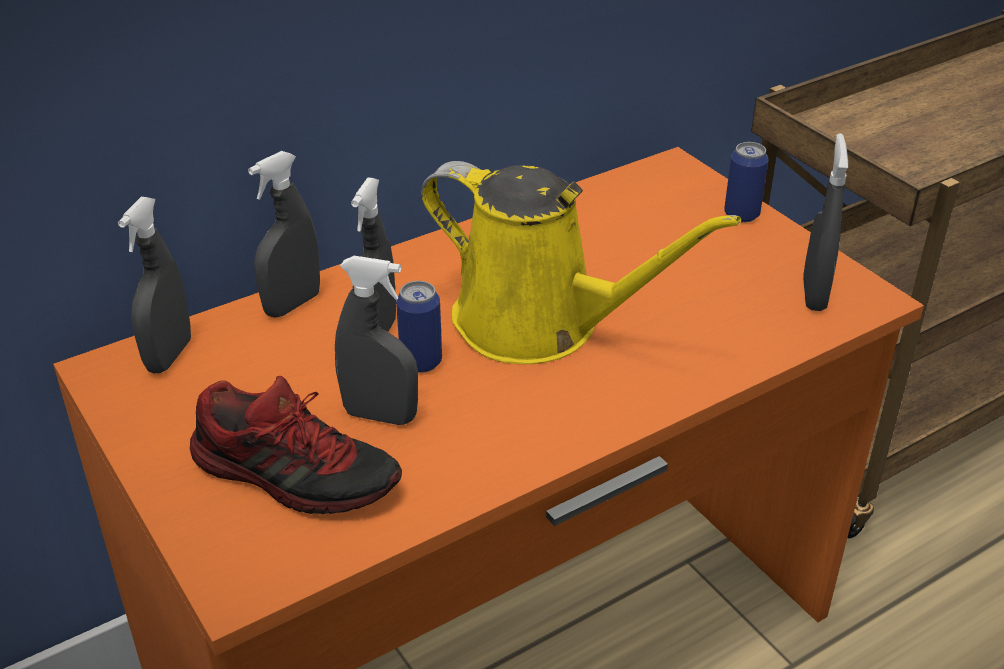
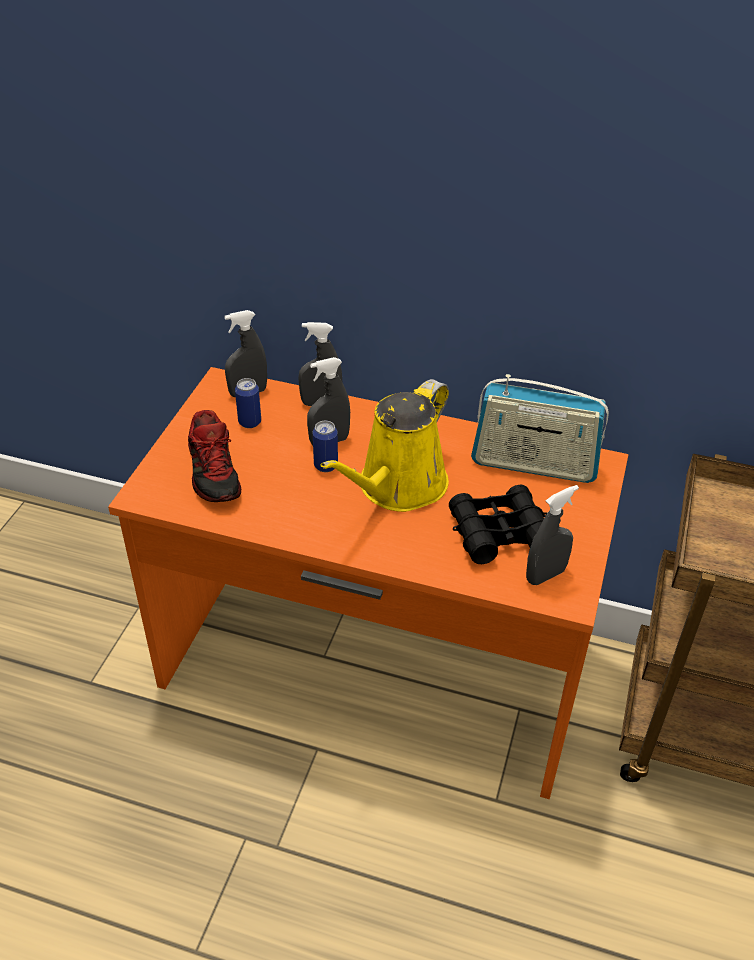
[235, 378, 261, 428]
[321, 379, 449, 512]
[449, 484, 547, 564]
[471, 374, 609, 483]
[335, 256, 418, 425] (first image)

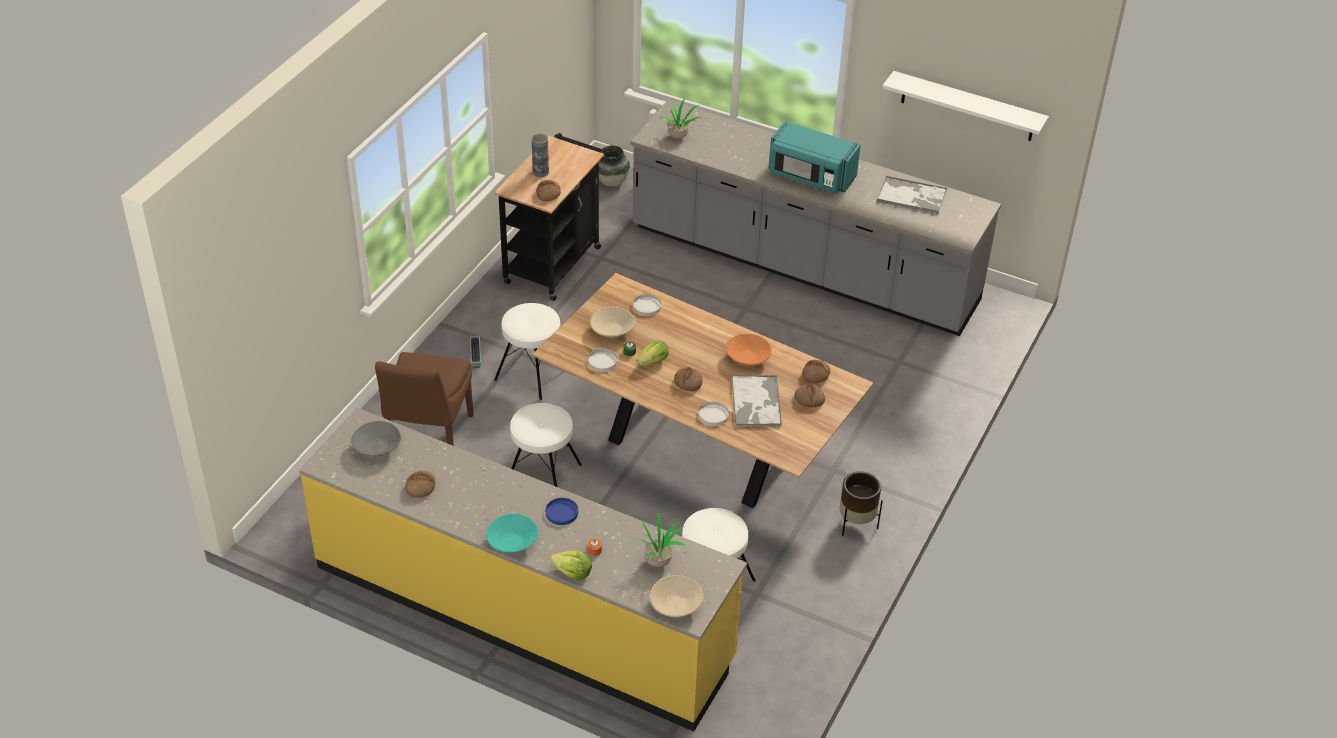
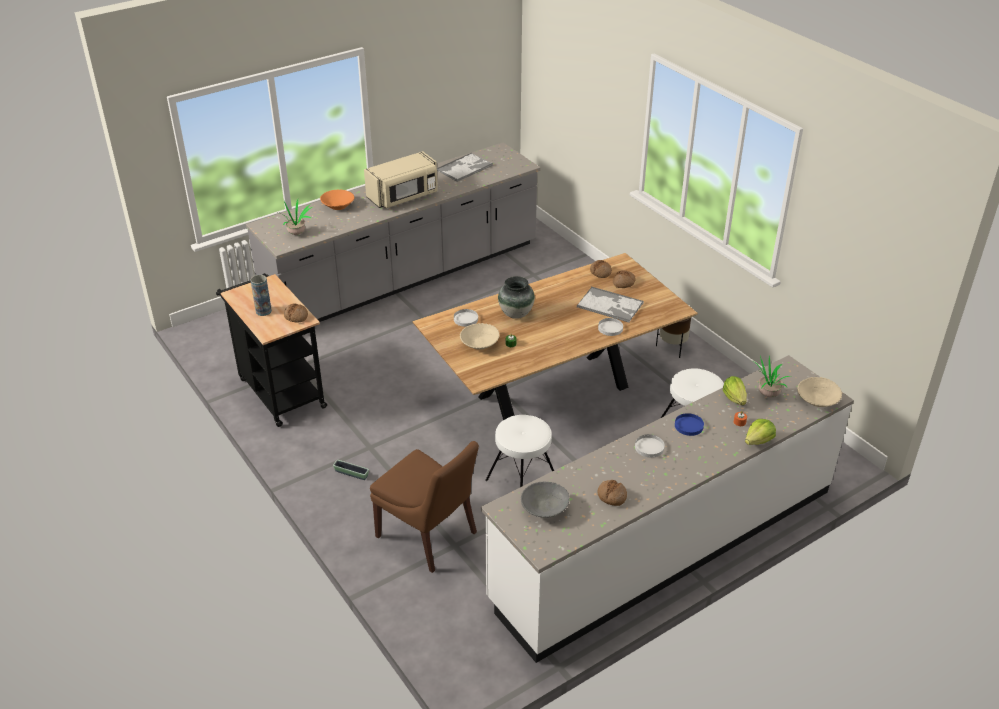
[320, 189, 355, 210]
[364, 151, 438, 208]
[481, 355, 854, 663]
[498, 276, 535, 319]
[635, 434, 665, 458]
[723, 376, 747, 405]
[486, 513, 539, 553] (first image)
[494, 303, 561, 401] (first image)
[674, 367, 703, 391] (first image)
[882, 71, 1049, 141] (first image)

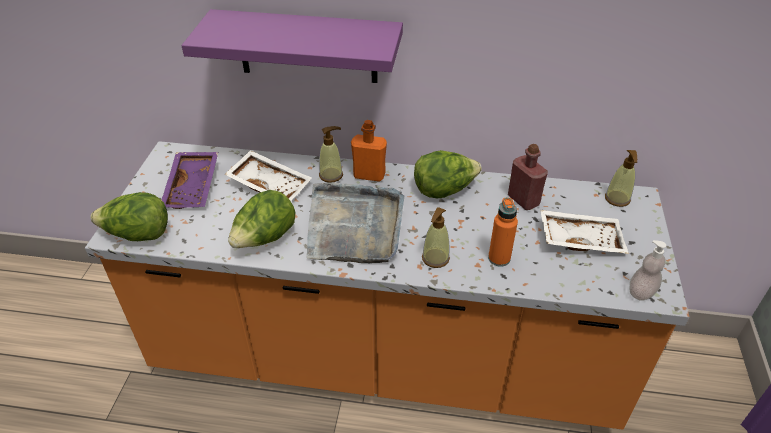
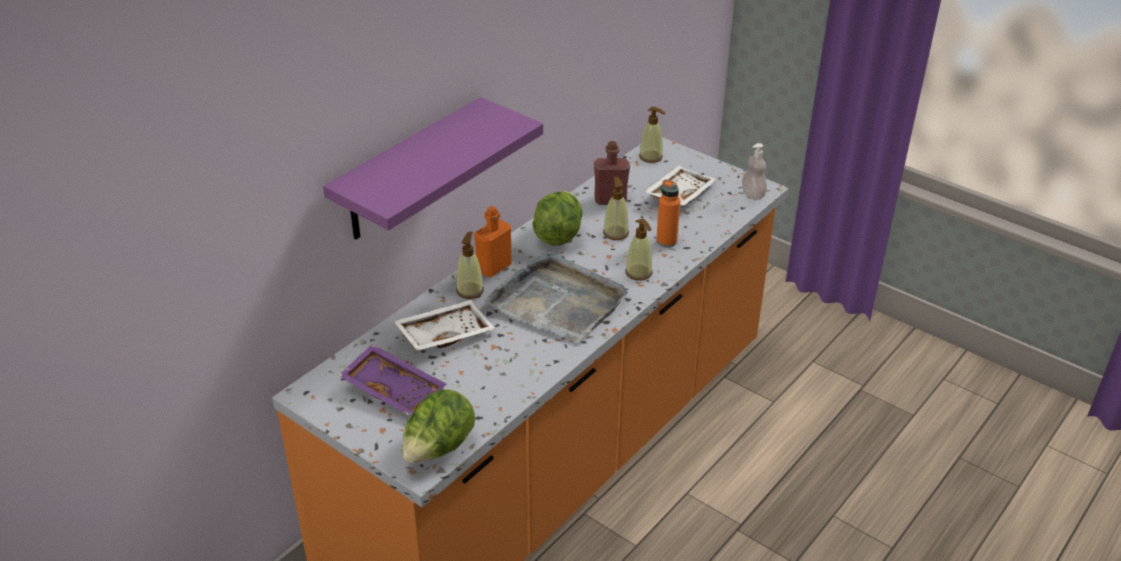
[603, 176, 629, 240]
[228, 190, 295, 248] (first image)

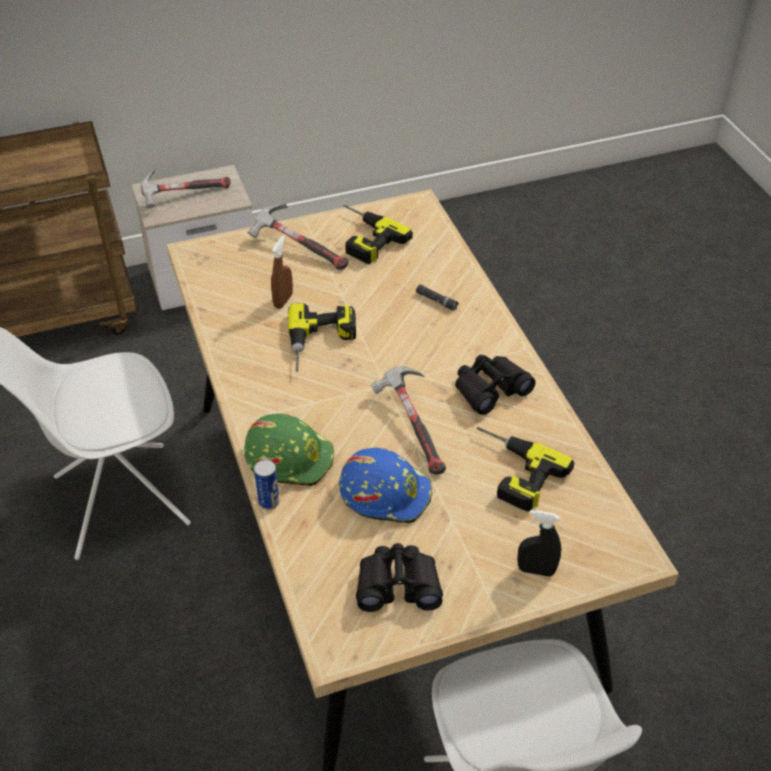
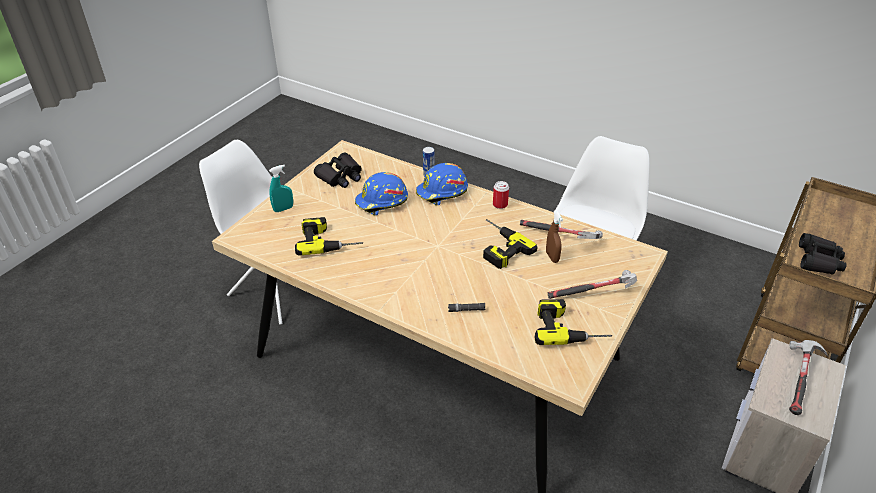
[269, 165, 293, 212]
[416, 163, 468, 206]
[493, 181, 509, 209]
[520, 220, 603, 239]
[799, 233, 847, 275]

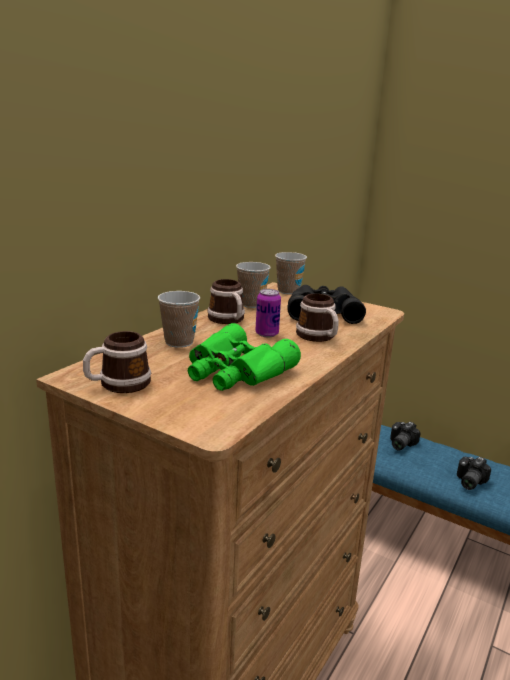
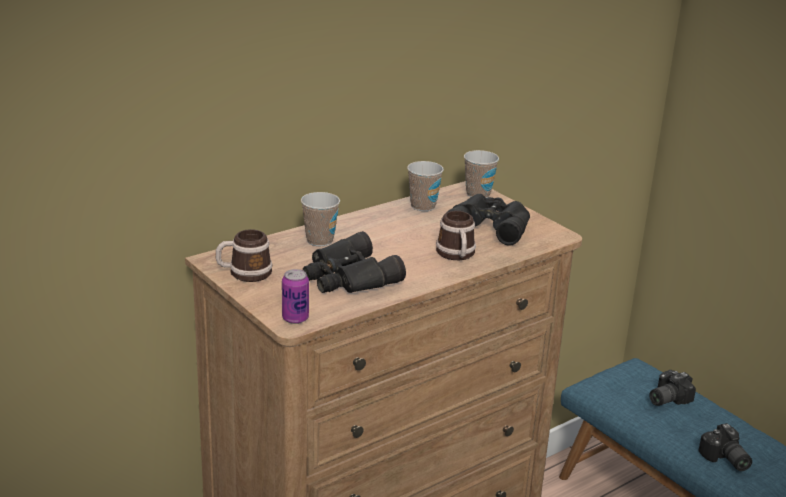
[282, 269, 309, 324]
[303, 231, 406, 293]
[698, 423, 752, 471]
[207, 279, 245, 324] (first image)

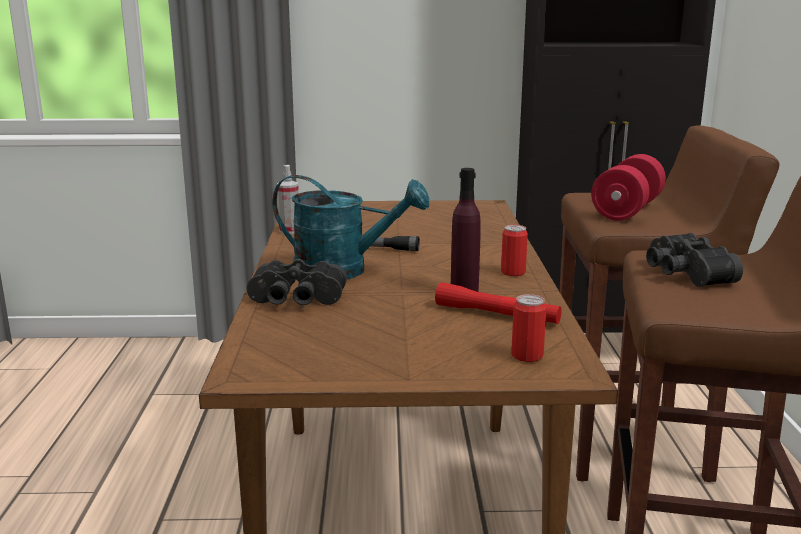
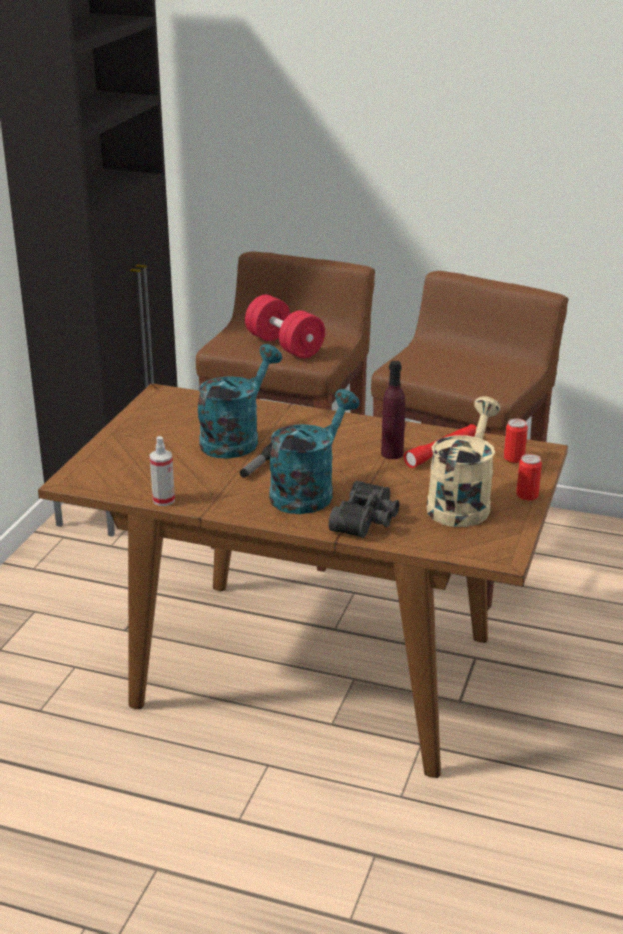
[198, 344, 282, 459]
[427, 396, 501, 527]
[516, 454, 542, 501]
[646, 233, 743, 287] (first image)

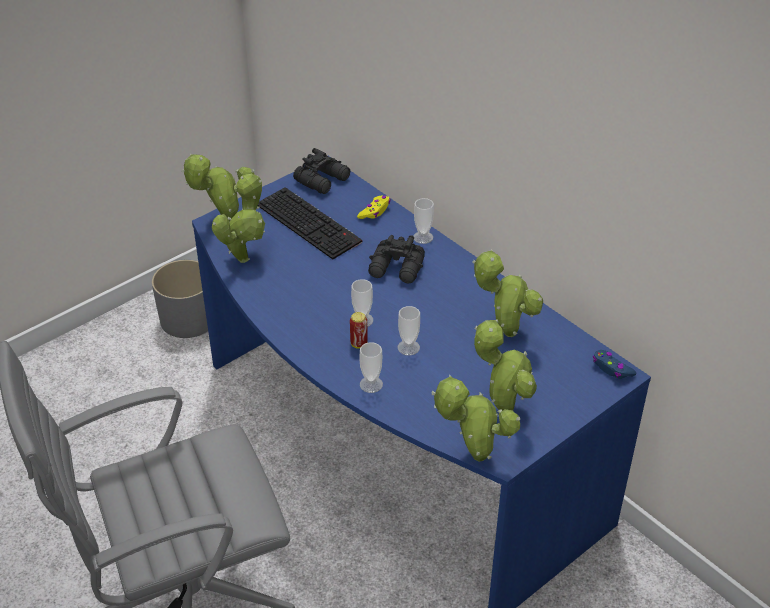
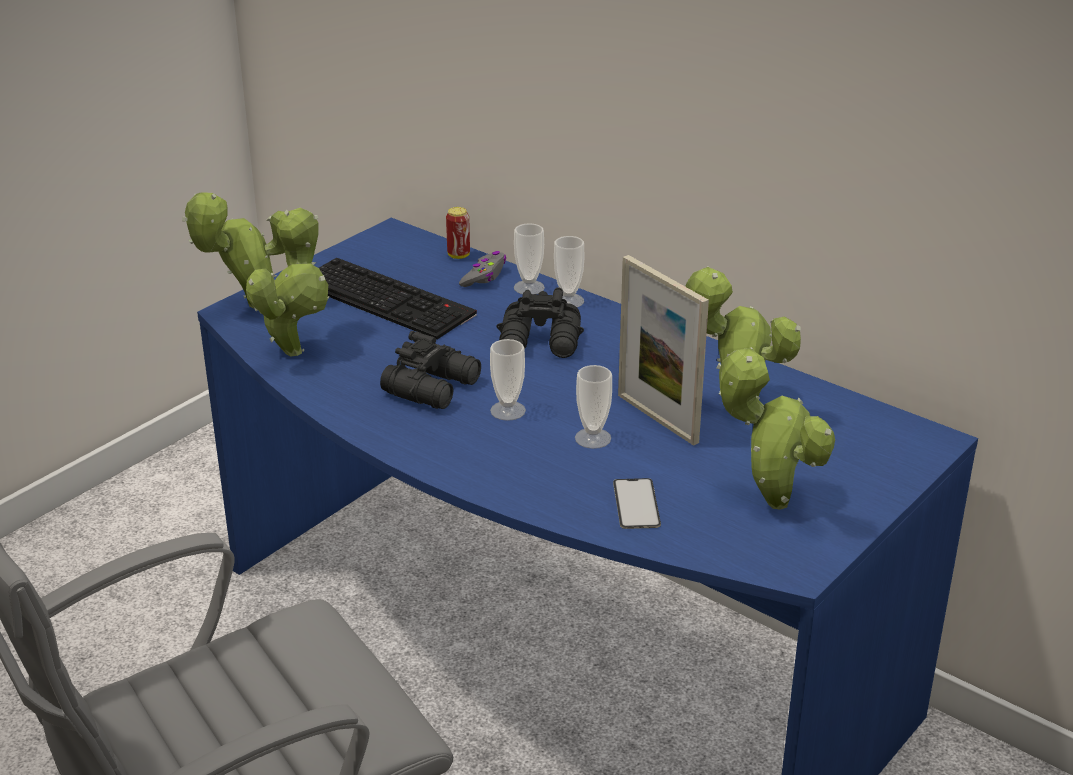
[380, 331, 481, 409]
[446, 207, 470, 259]
[459, 251, 506, 287]
[514, 223, 545, 295]
[613, 478, 661, 529]
[618, 255, 709, 446]
[152, 260, 208, 338] (first image)
[431, 375, 520, 462] (first image)
[593, 350, 636, 379] (first image)

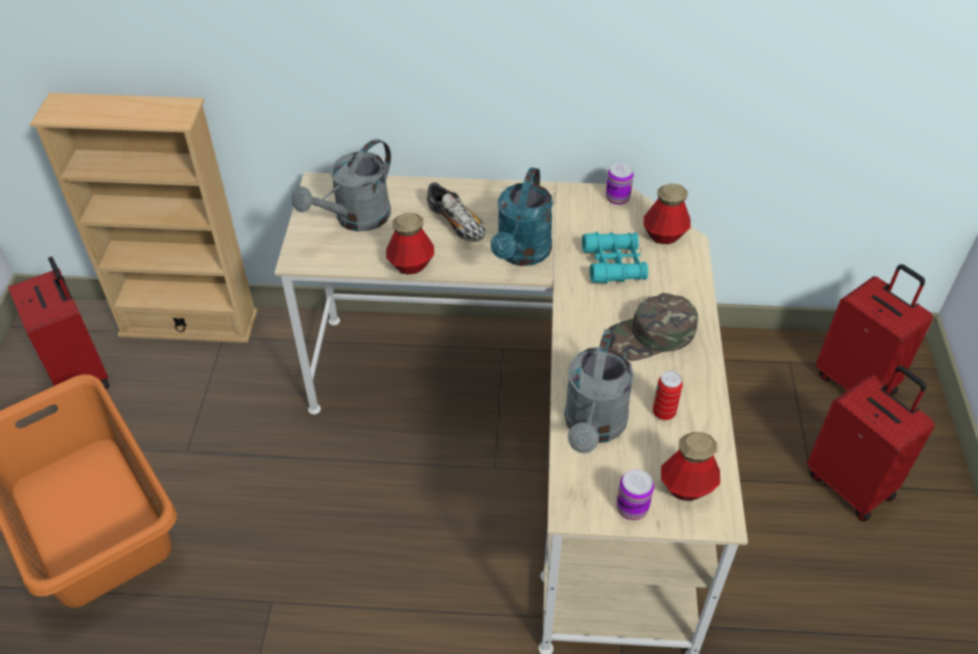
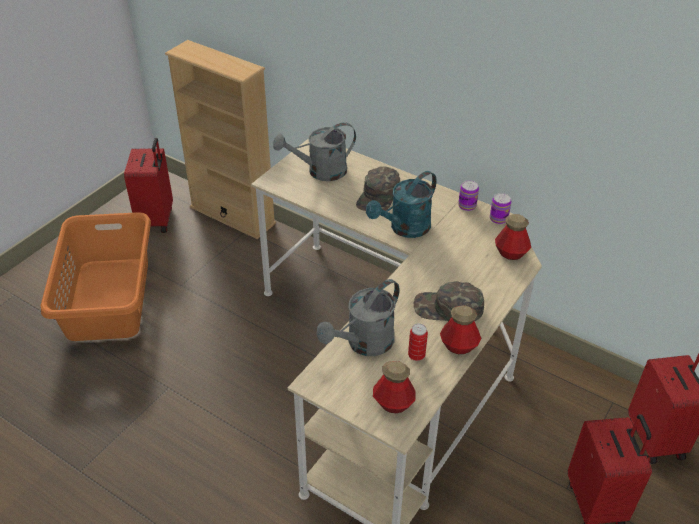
[356, 166, 400, 211]
[440, 306, 482, 354]
[458, 181, 479, 211]
[582, 232, 648, 284] (first image)

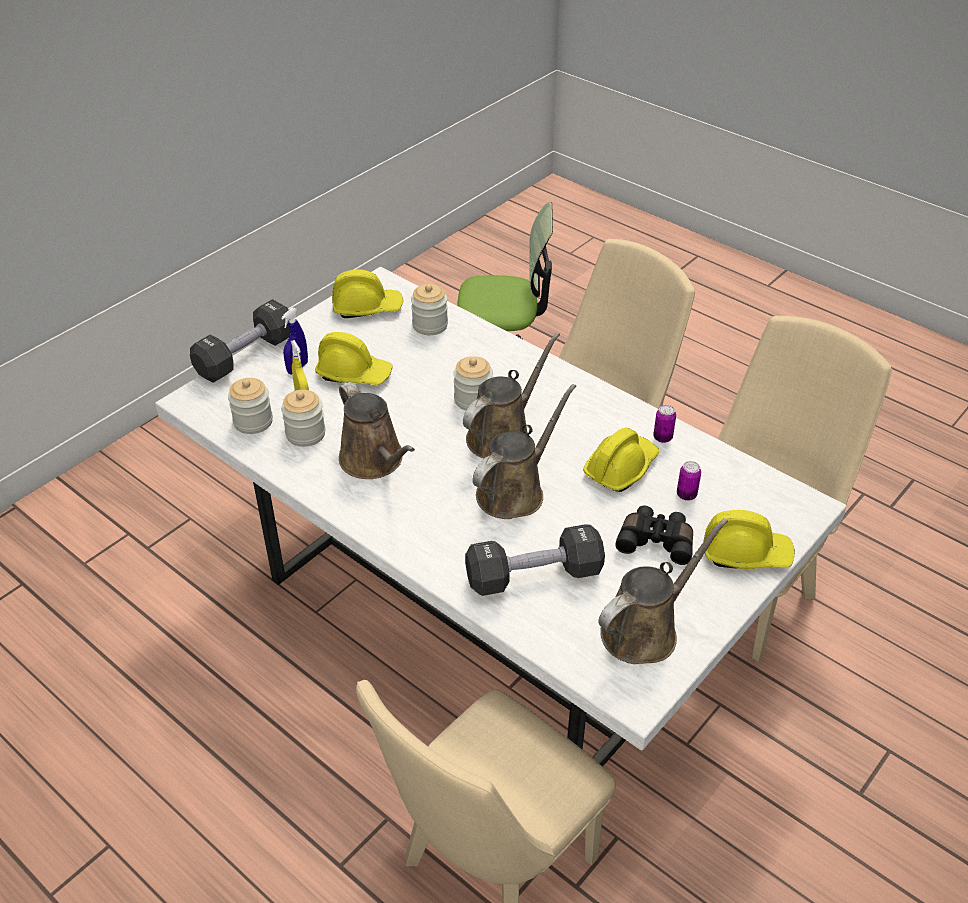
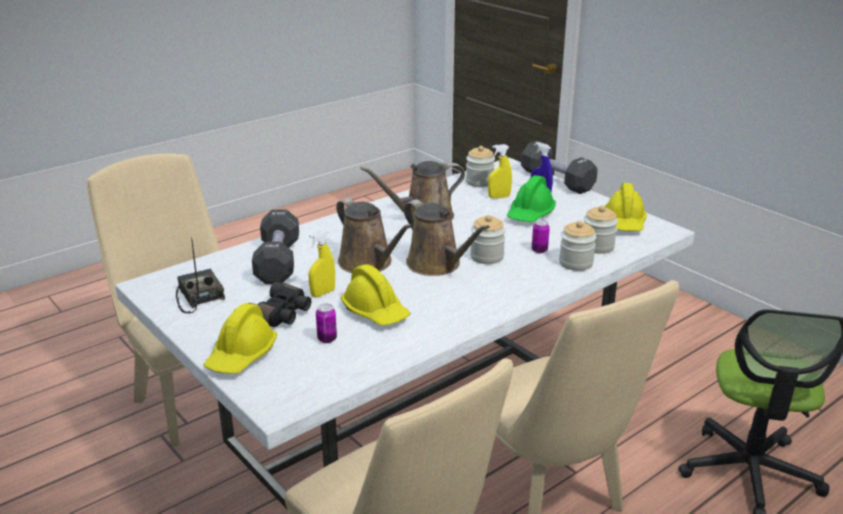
[175, 237, 225, 313]
[309, 230, 335, 297]
[506, 175, 556, 222]
[532, 220, 550, 253]
[559, 221, 596, 271]

